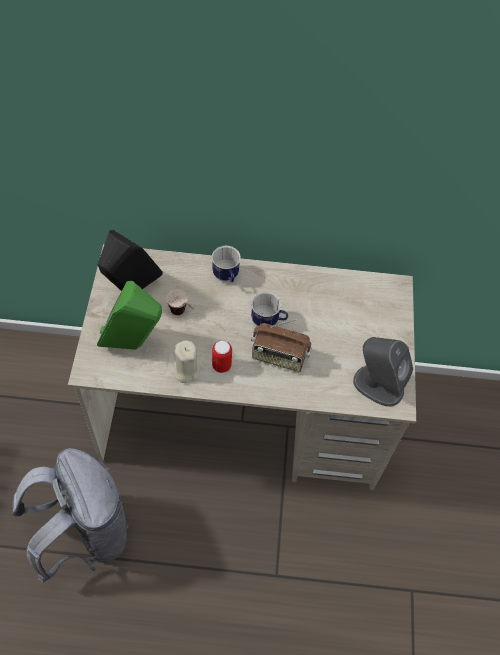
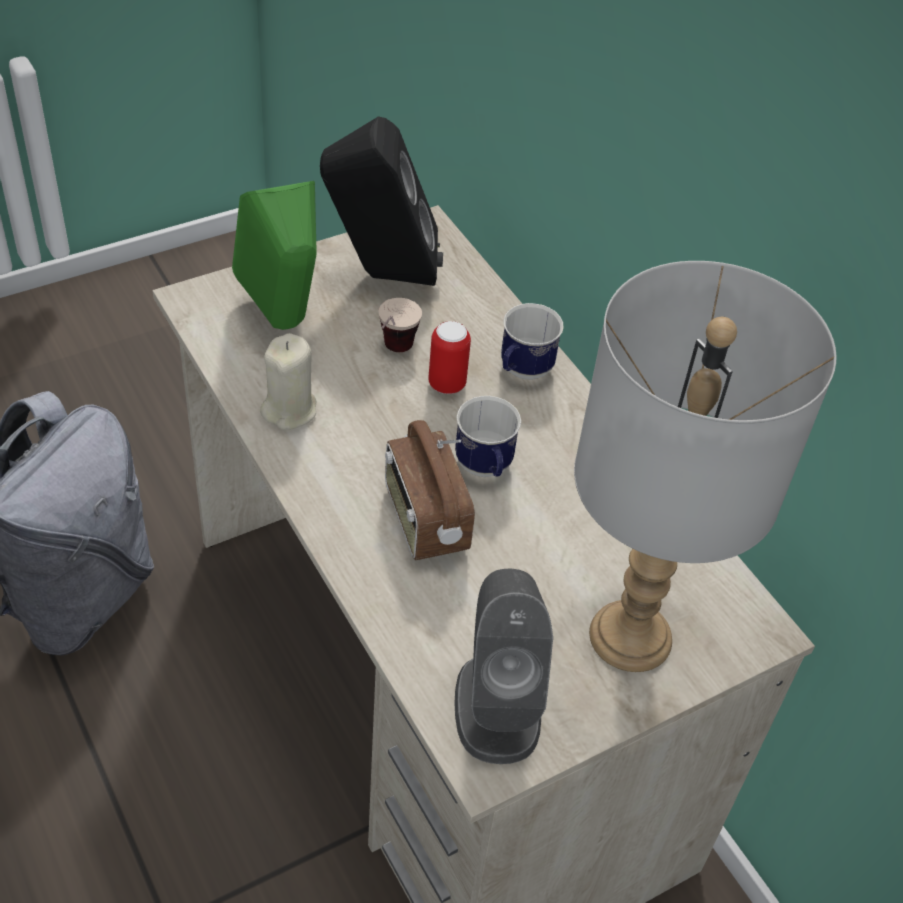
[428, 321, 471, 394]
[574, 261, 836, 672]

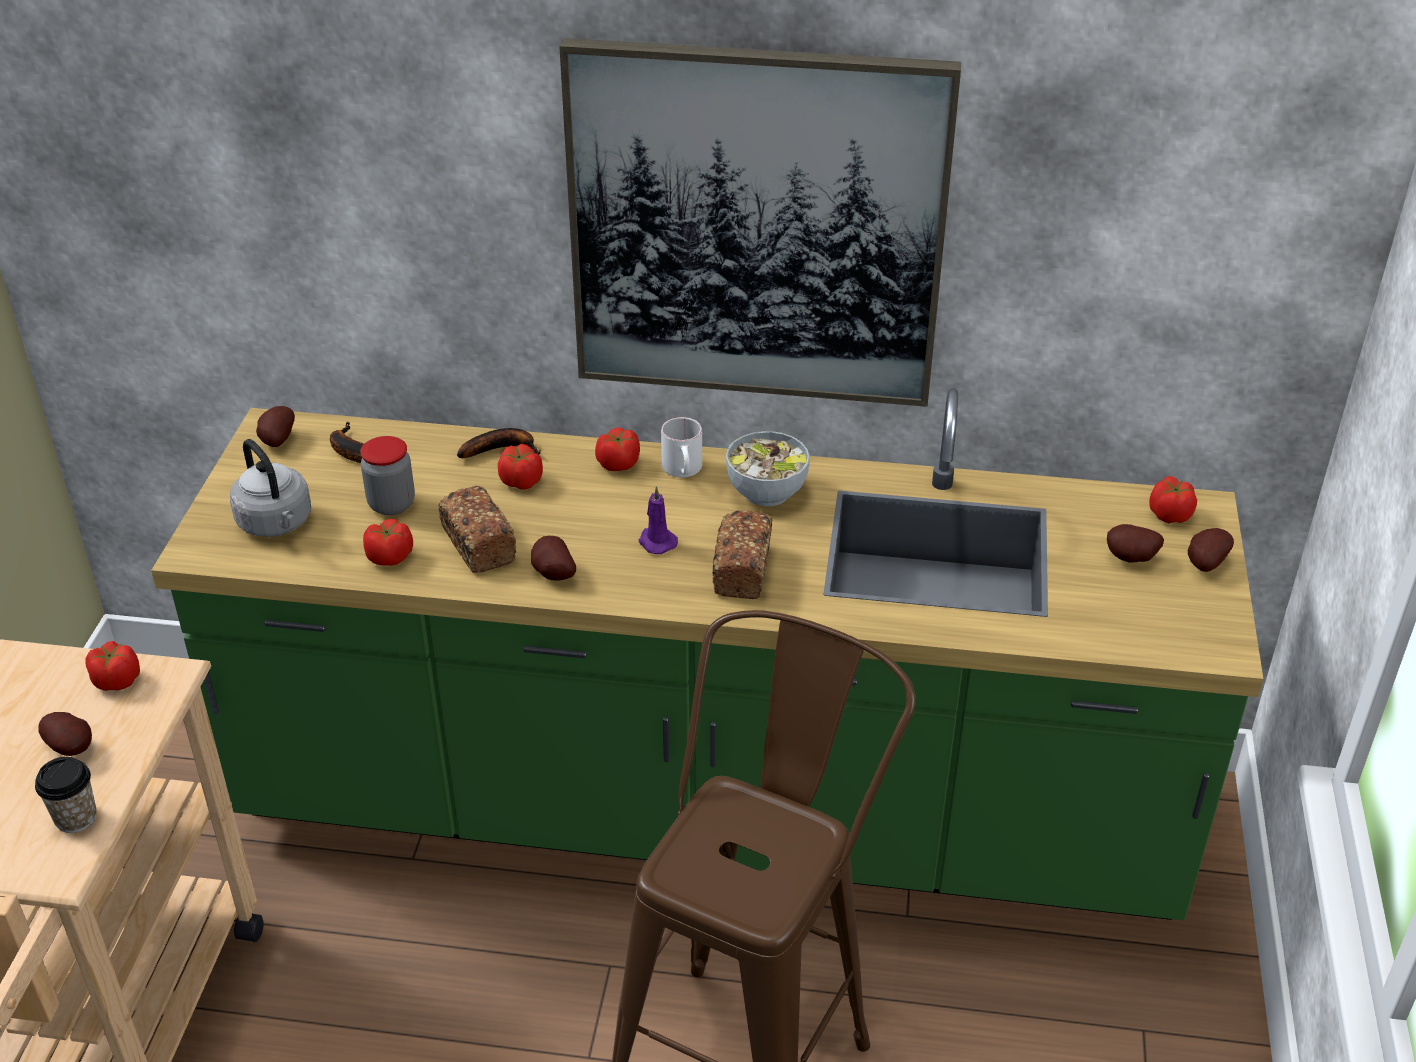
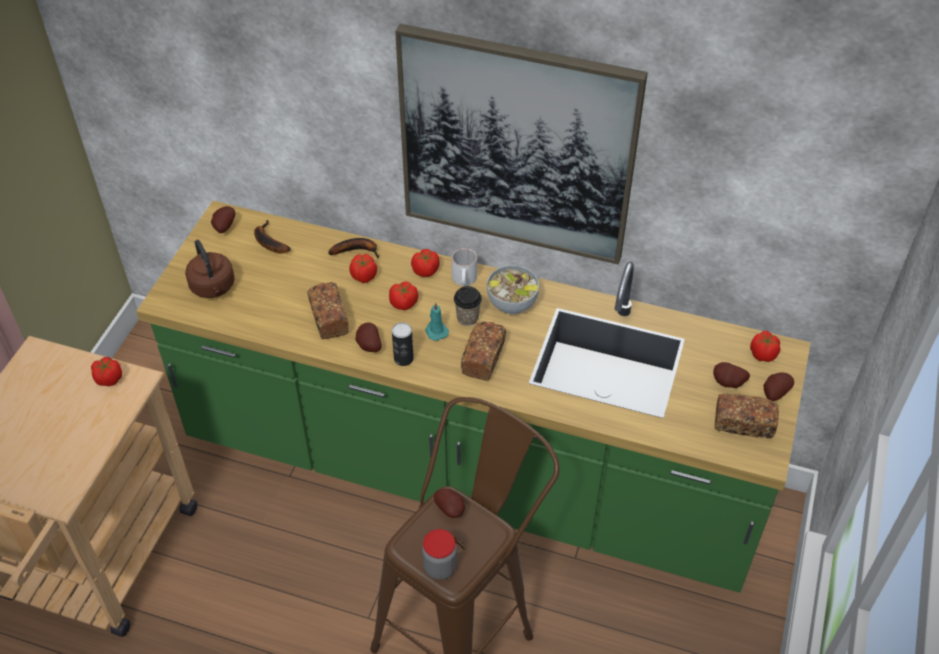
[185, 239, 235, 298]
[389, 281, 418, 310]
[392, 322, 414, 366]
[422, 529, 457, 580]
[425, 302, 449, 341]
[434, 489, 465, 518]
[454, 286, 482, 326]
[715, 394, 779, 439]

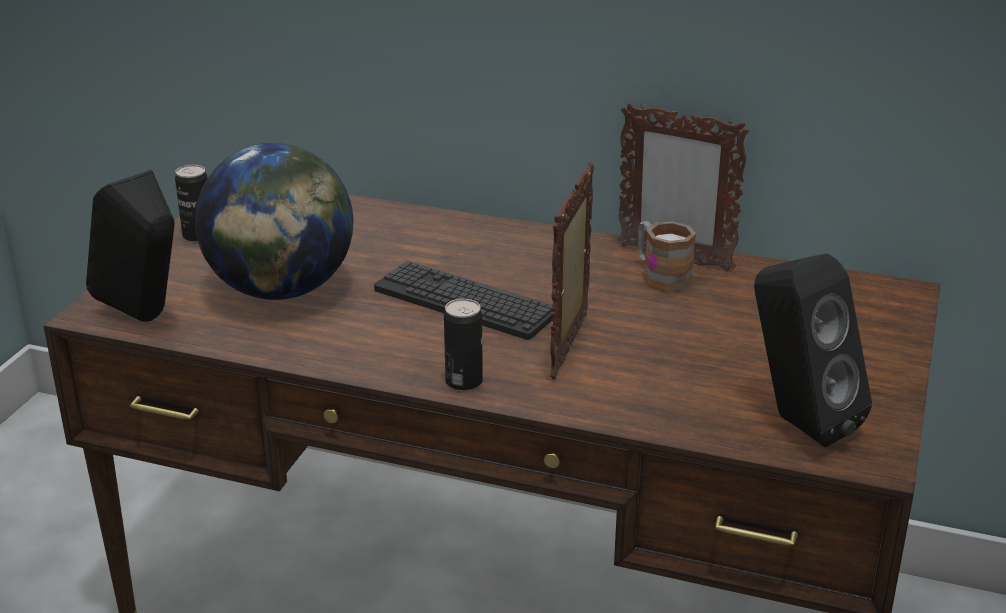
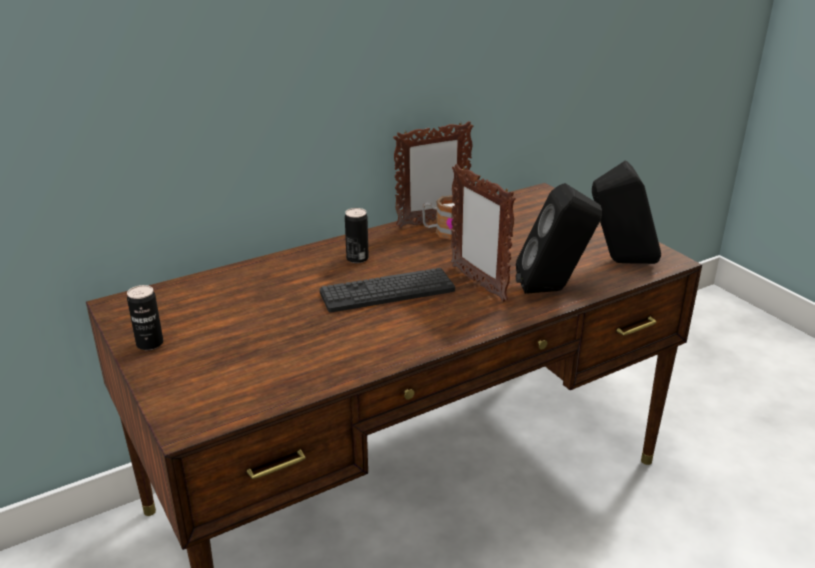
[345, 208, 369, 263]
[516, 183, 602, 294]
[195, 143, 353, 300] (first image)

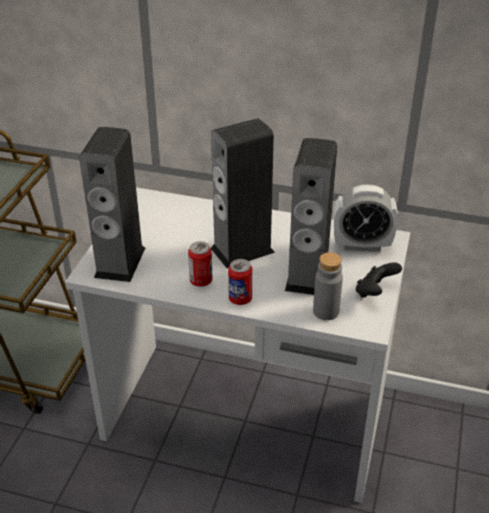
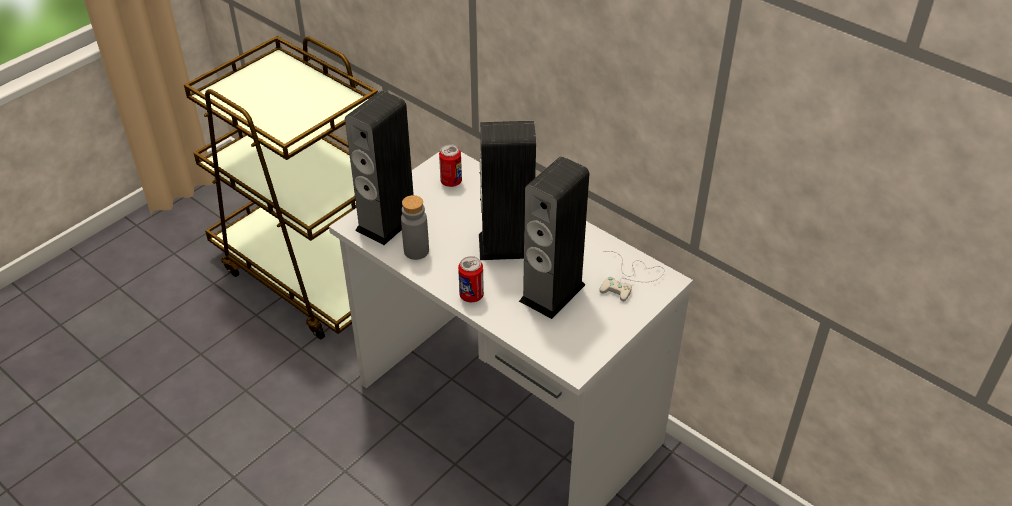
[401, 195, 429, 260]
[439, 144, 462, 187]
[599, 251, 664, 301]
[356, 262, 402, 298] (first image)

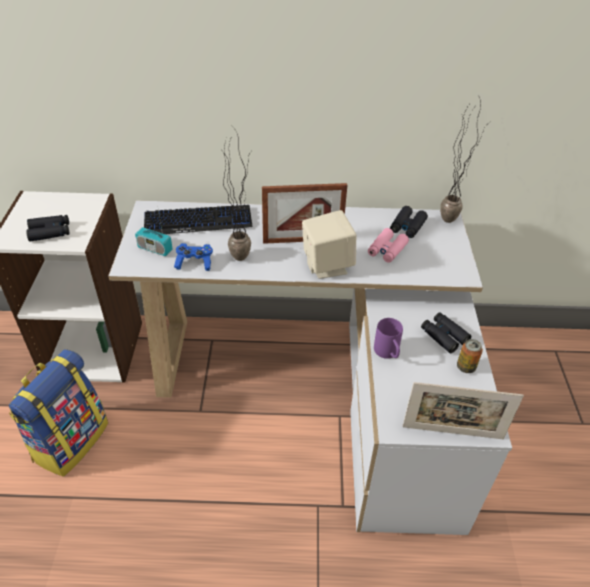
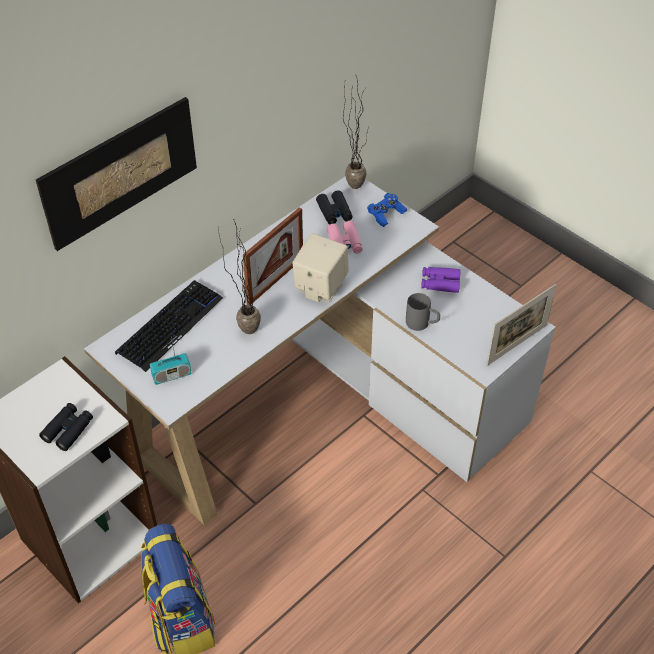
[36, 97, 197, 251]
[368, 193, 407, 227]
[406, 293, 440, 331]
[421, 267, 461, 293]
[457, 339, 483, 373] (first image)

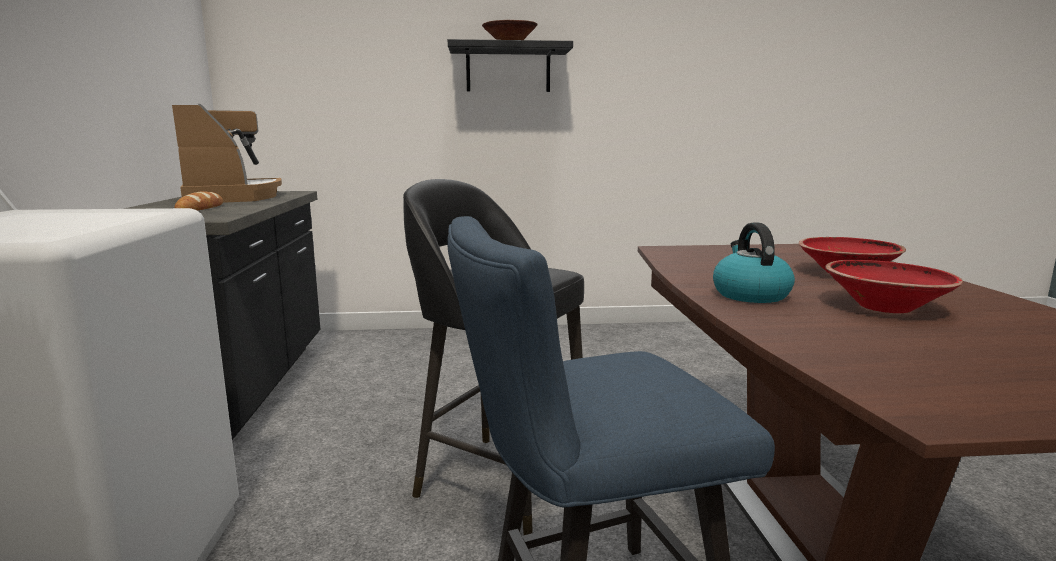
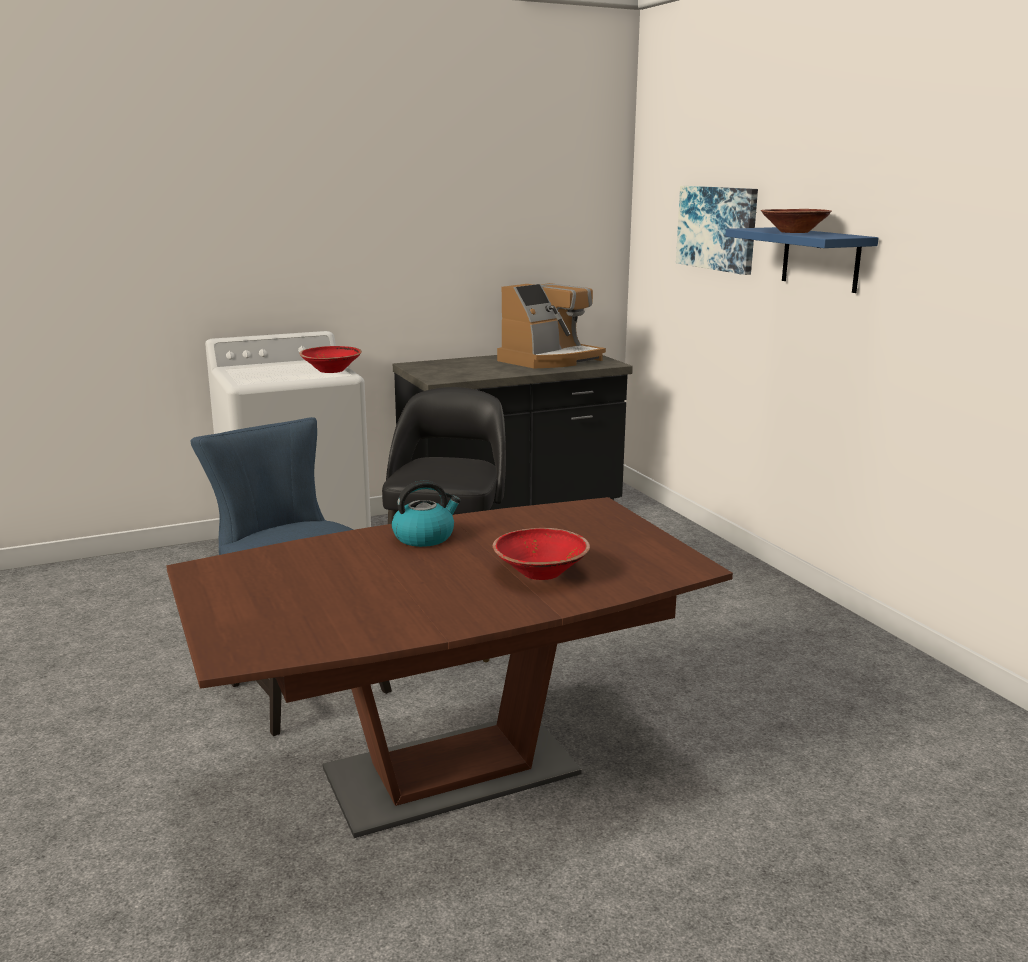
[299, 346, 362, 373]
[676, 186, 758, 275]
[726, 227, 879, 293]
[174, 191, 223, 211] (first image)

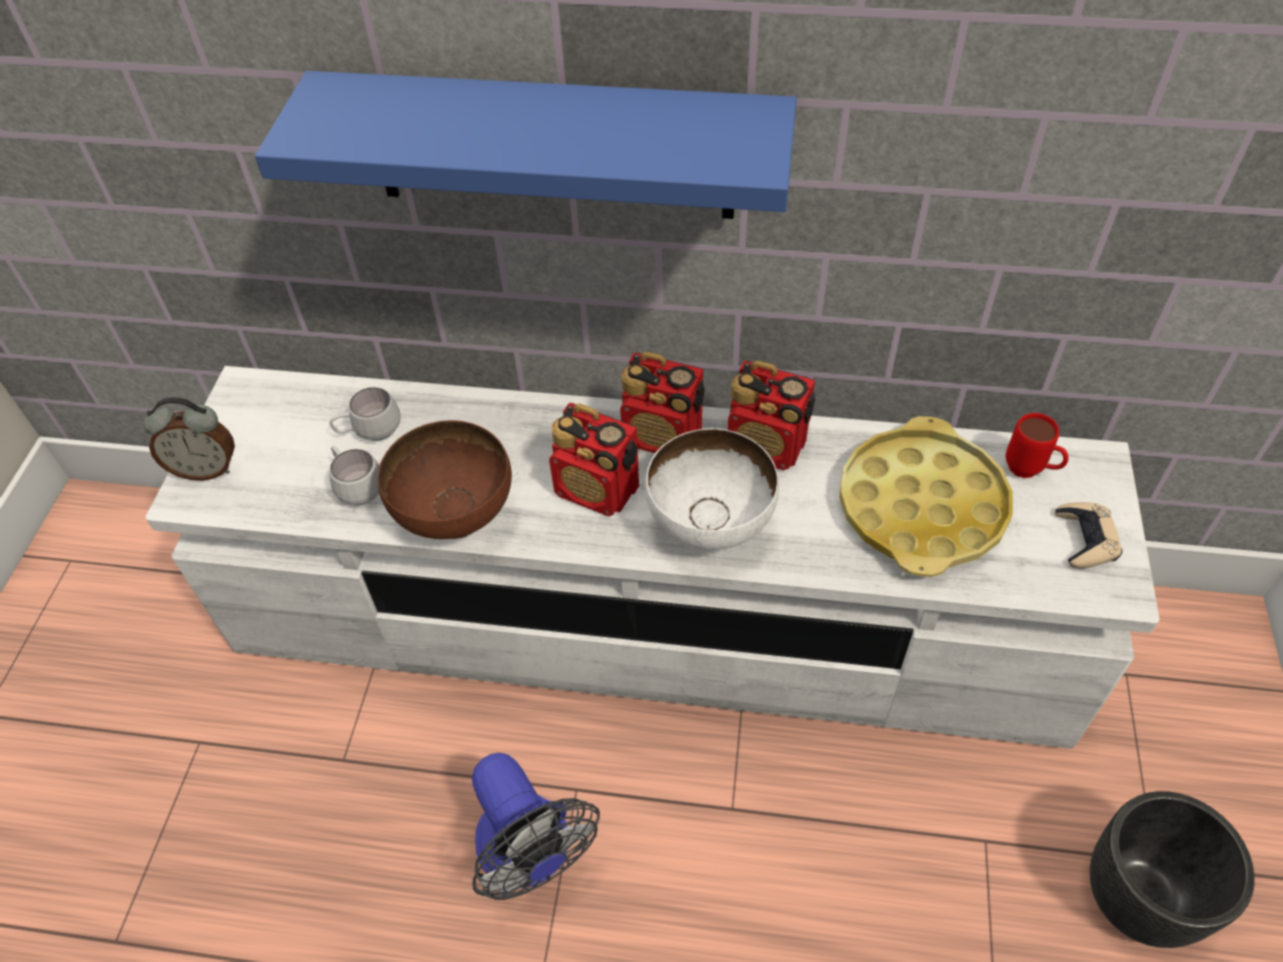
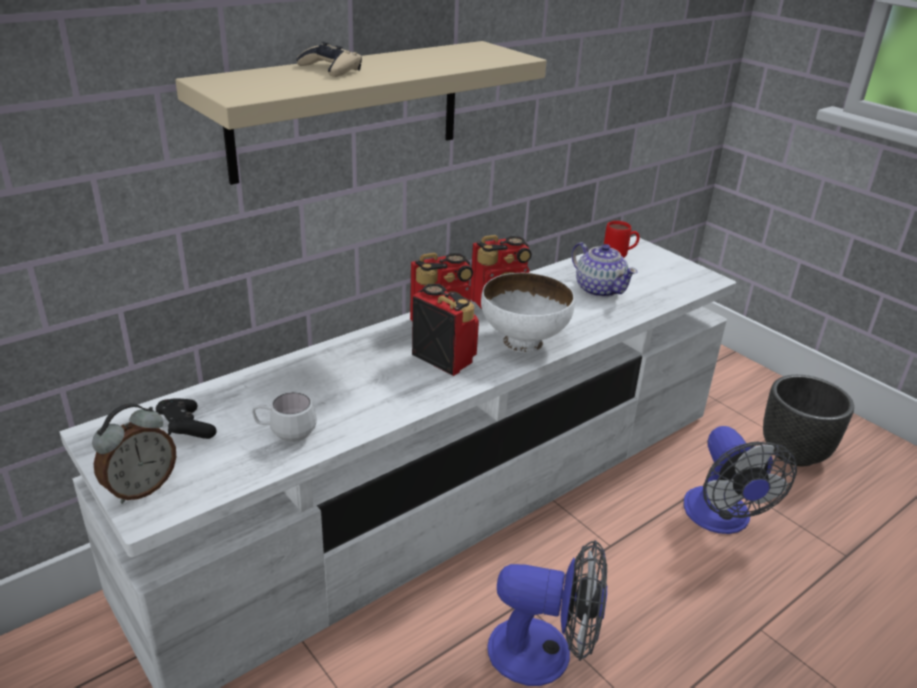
[156, 398, 217, 439]
[175, 41, 546, 185]
[296, 42, 362, 77]
[412, 284, 479, 376]
[571, 242, 638, 298]
[684, 426, 797, 534]
[329, 387, 401, 441] (first image)
[378, 420, 512, 539] (first image)

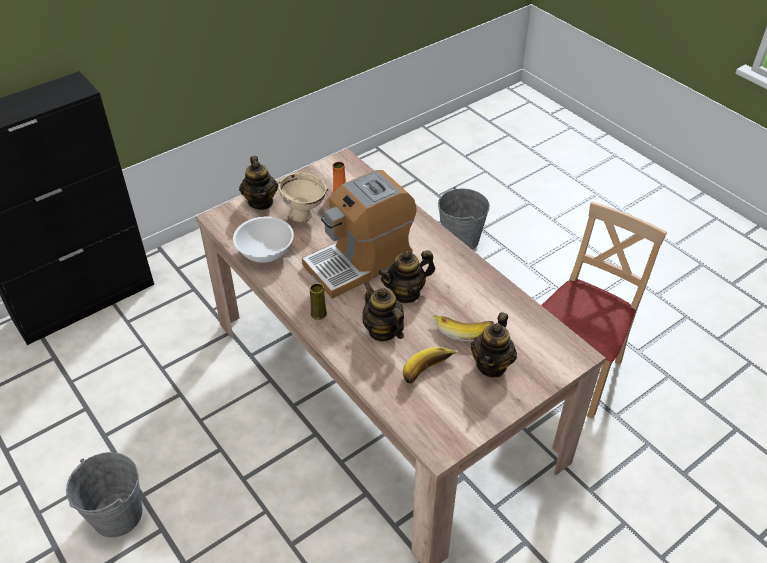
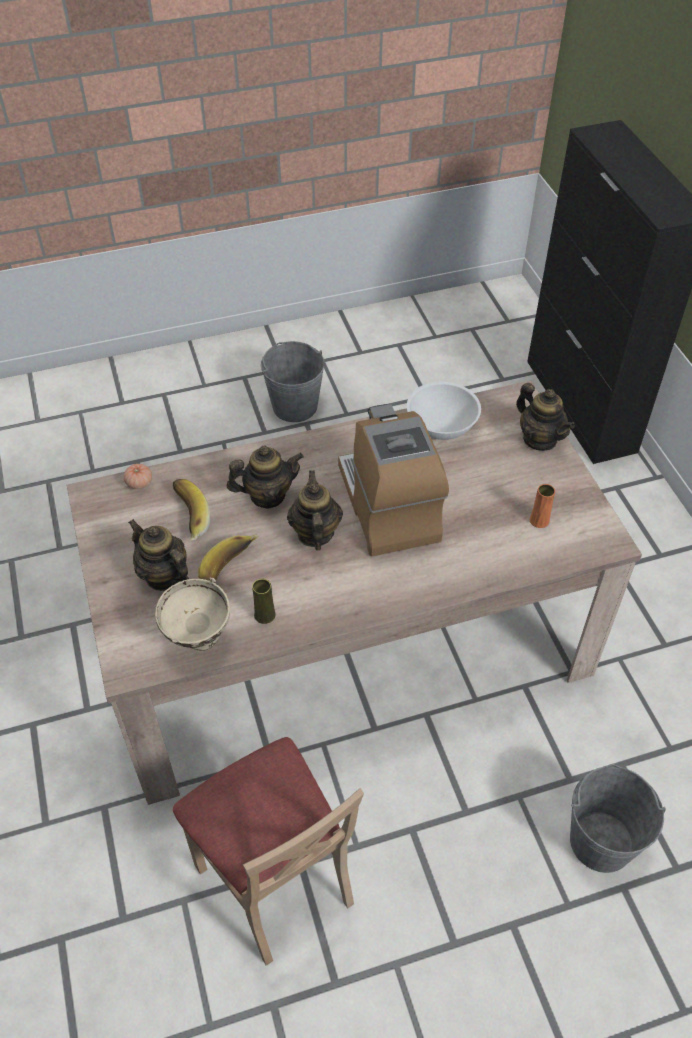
[124, 464, 152, 489]
[155, 578, 230, 651]
[252, 579, 276, 624]
[516, 383, 575, 451]

